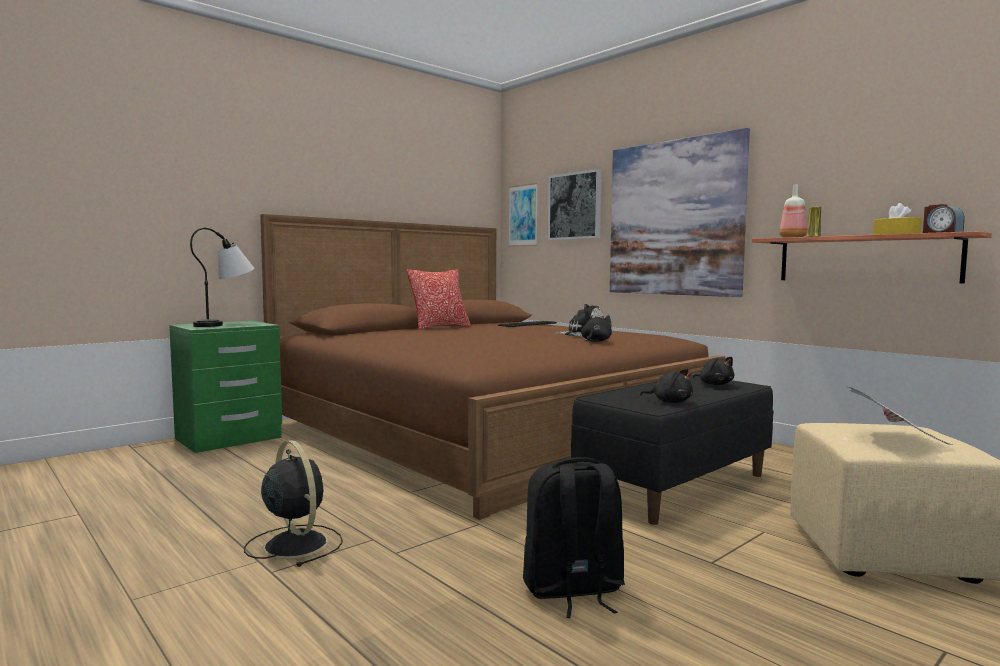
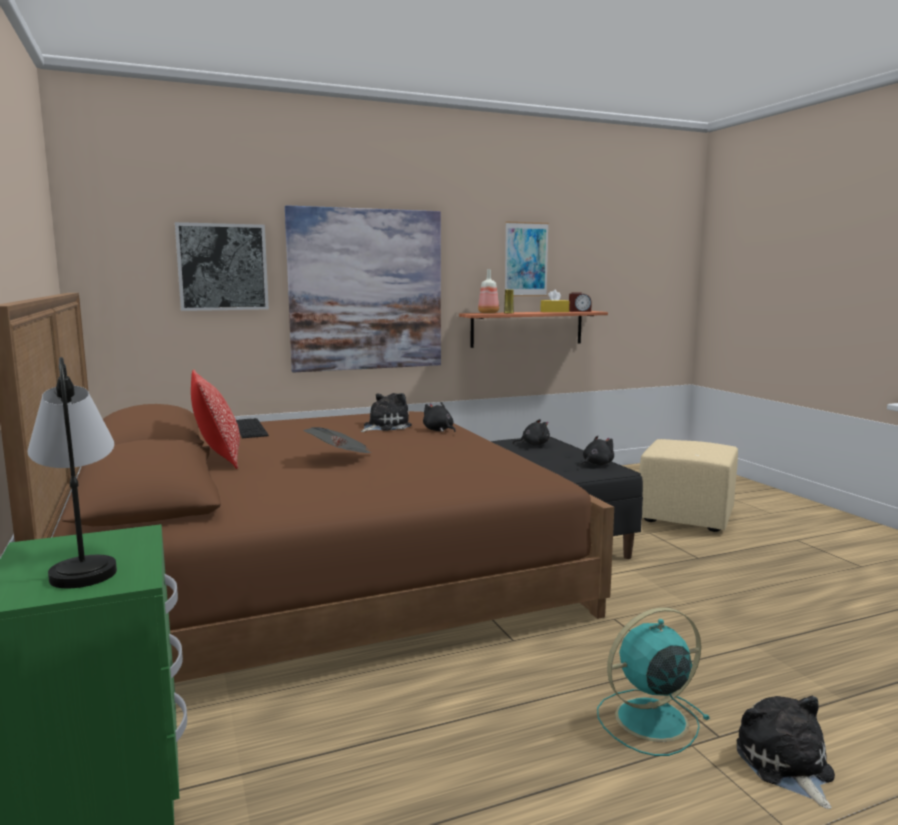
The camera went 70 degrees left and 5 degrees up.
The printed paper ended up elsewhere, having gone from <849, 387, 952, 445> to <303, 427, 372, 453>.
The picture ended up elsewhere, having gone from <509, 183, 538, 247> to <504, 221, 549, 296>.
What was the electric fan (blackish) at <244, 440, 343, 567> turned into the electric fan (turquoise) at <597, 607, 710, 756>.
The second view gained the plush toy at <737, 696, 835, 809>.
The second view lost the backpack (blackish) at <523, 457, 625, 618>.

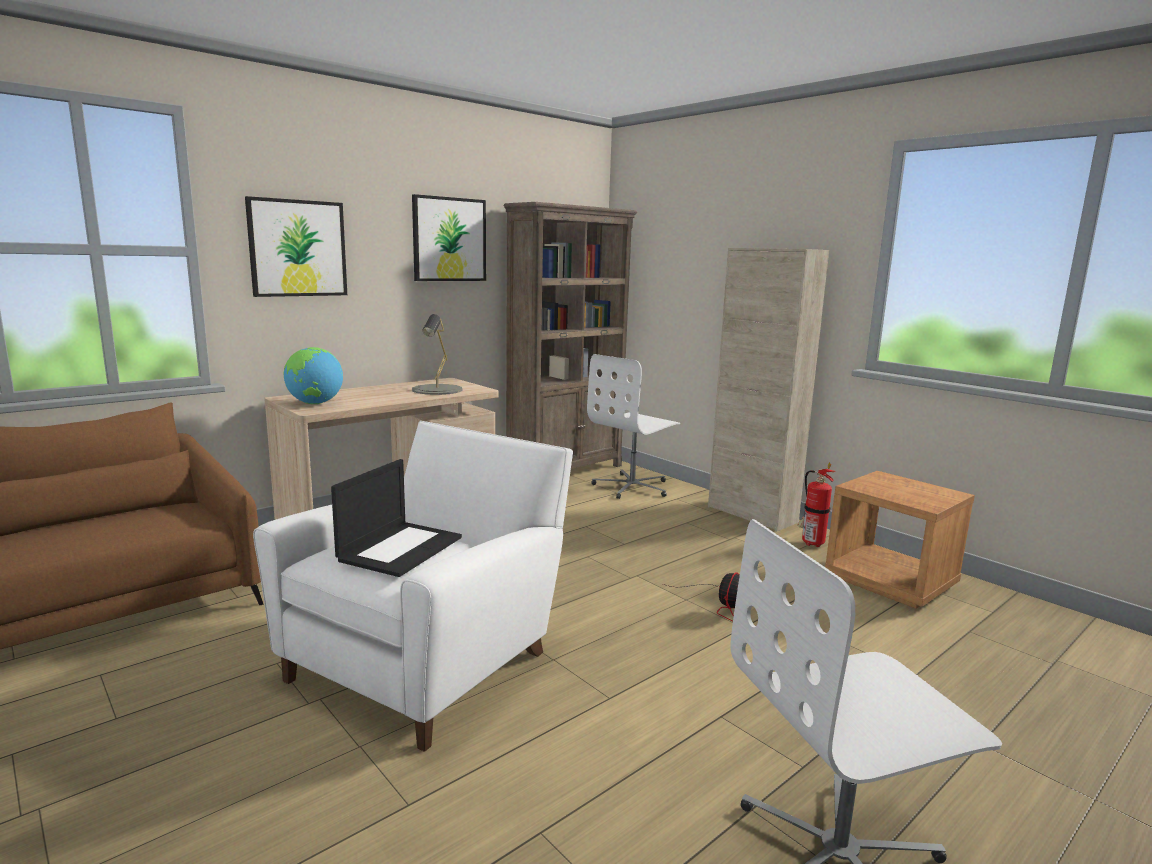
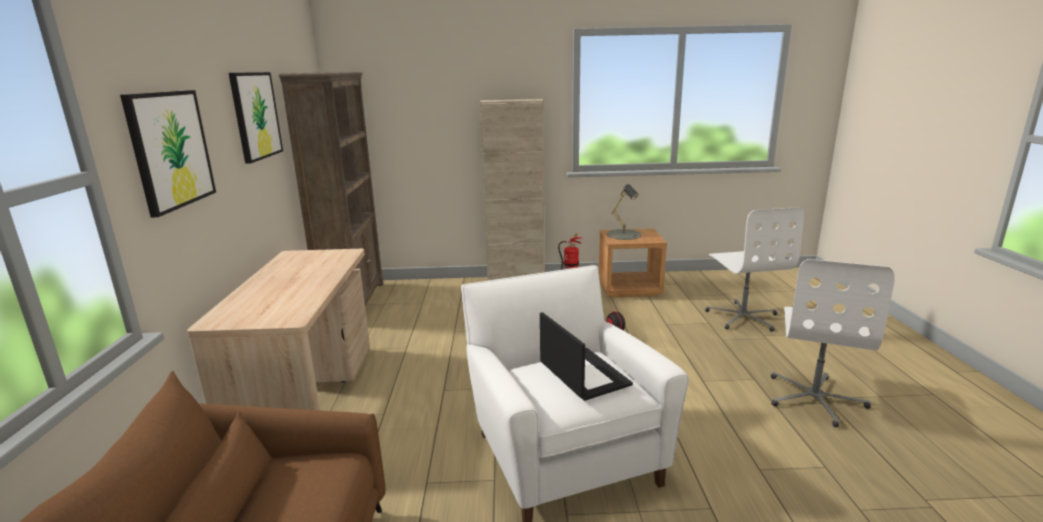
The camera went 50 degrees left and 5 degrees up.
The table lamp (grey) ended up elsewhere, having gone from <412, 314, 463, 395> to <607, 184, 641, 240>.
The computer chair (whitish) ended up elsewhere, having gone from <587, 354, 680, 499> to <705, 207, 804, 332>.
The second view lost the globe at <283, 347, 343, 404>.

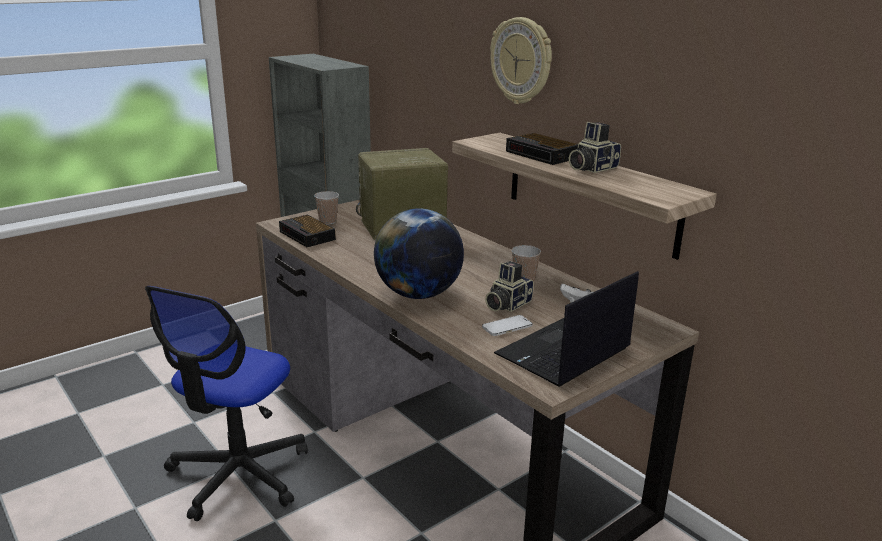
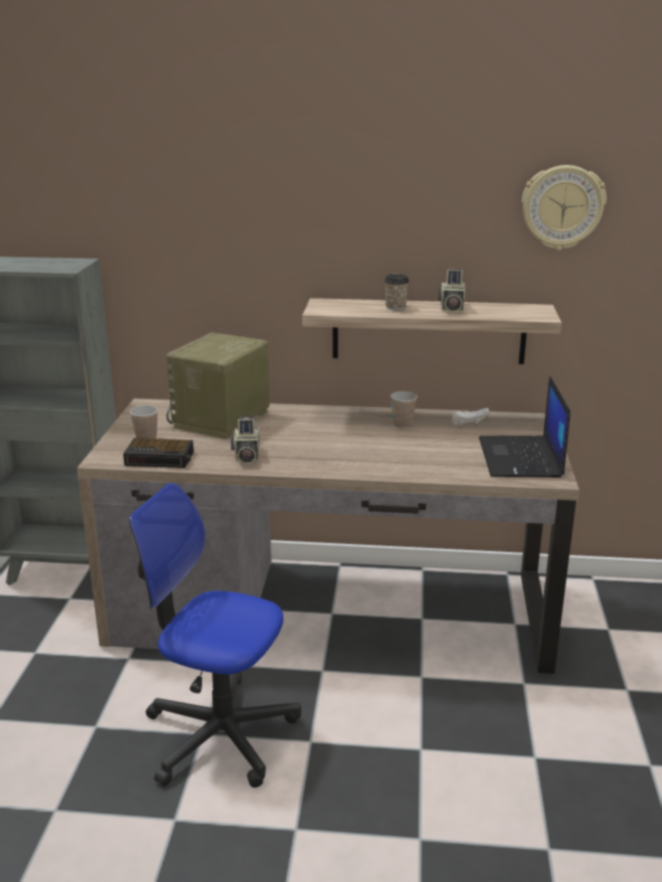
The camera went 45 degrees left and 0 degrees up.
The computer chair at <145, 286, 308, 521> ended up facing another way, 135 degrees clockwise from before.
The photo camera ended up elsewhere, having gone from <485, 261, 534, 312> to <231, 416, 260, 464>.
Where the bedside clock stood at <506, 133, 578, 165>, the small cup came to stand at <384, 274, 409, 310>.
The clock on the wall ended up elsewhere, having gone from <490, 17, 552, 104> to <522, 165, 607, 250>.
The second view lost the globe at <374, 208, 464, 299>.
The second view lost the phone at <482, 315, 533, 336>.

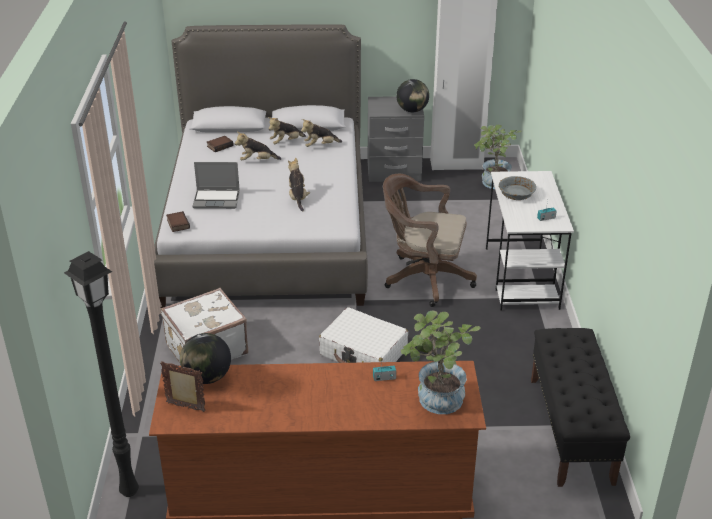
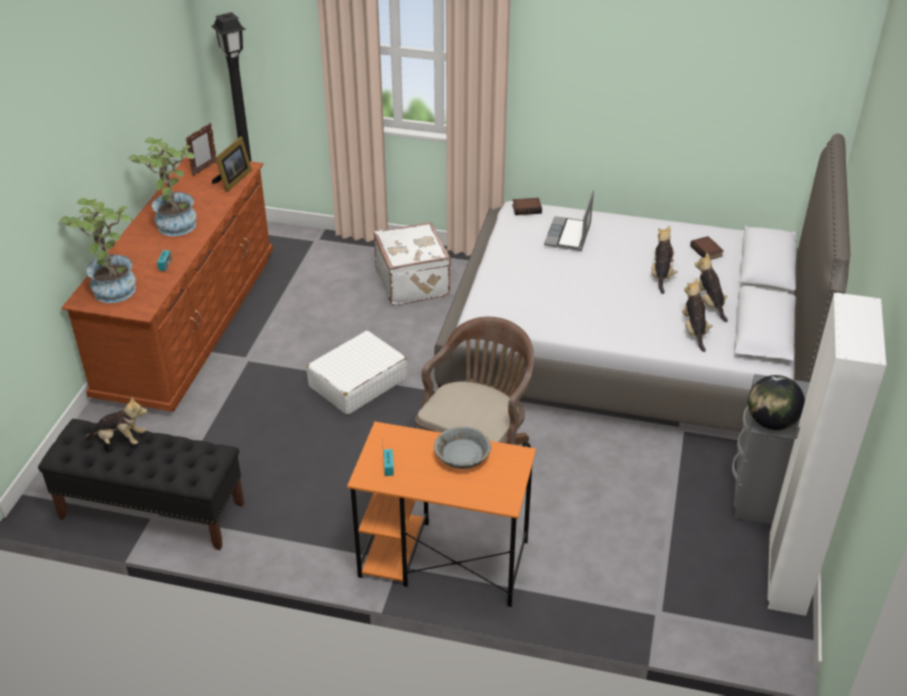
The camera went 105 degrees right and 5 degrees up.
The plush toy ended up elsewhere, having gone from <288, 158, 310, 212> to <84, 397, 148, 444>.
The plant in a pot ended up elsewhere, having gone from <474, 125, 521, 189> to <128, 137, 197, 236>.
Where the globe stood at <180, 333, 231, 384>, the standing frame came to stand at <212, 136, 252, 192>.
What was the desk table (whitish) at <486, 171, 574, 311> turned into the desk table (orange) at <347, 422, 536, 607>.

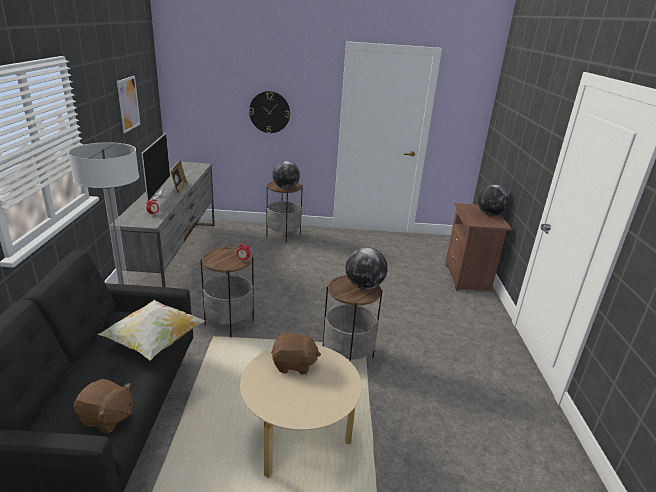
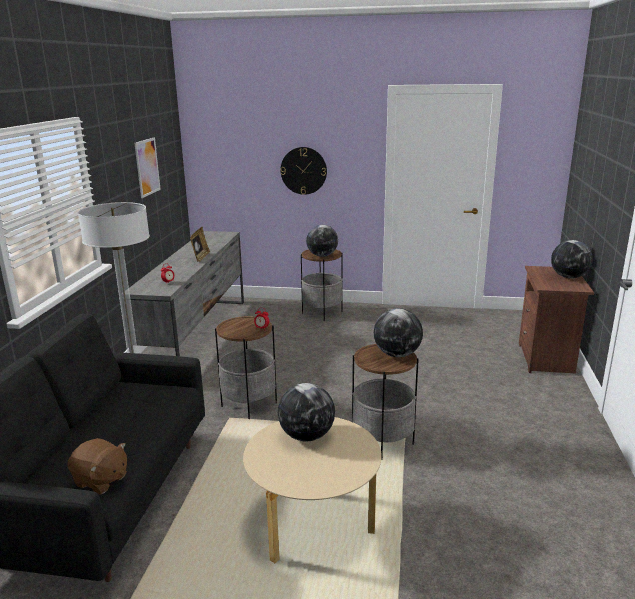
The camera went 10 degrees right and 5 degrees down.
Where the plush toy (brownish) stood at <271, 332, 321, 374>, the globe came to stand at <278, 383, 335, 441>.
The second view lost the cushion at <97, 300, 205, 360>.
The second view lost the TV set at <142, 133, 170, 202>.

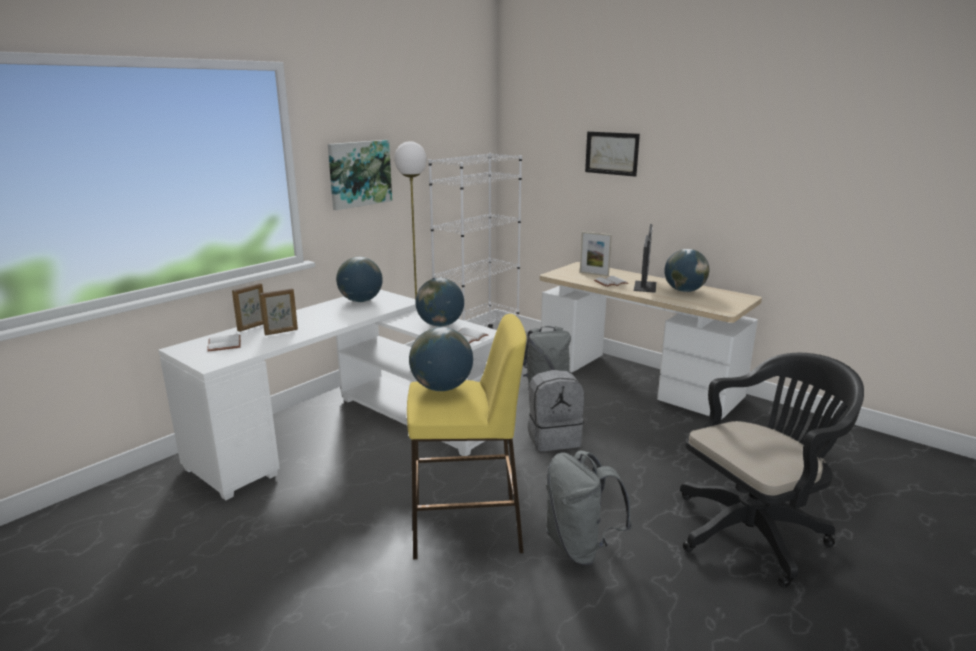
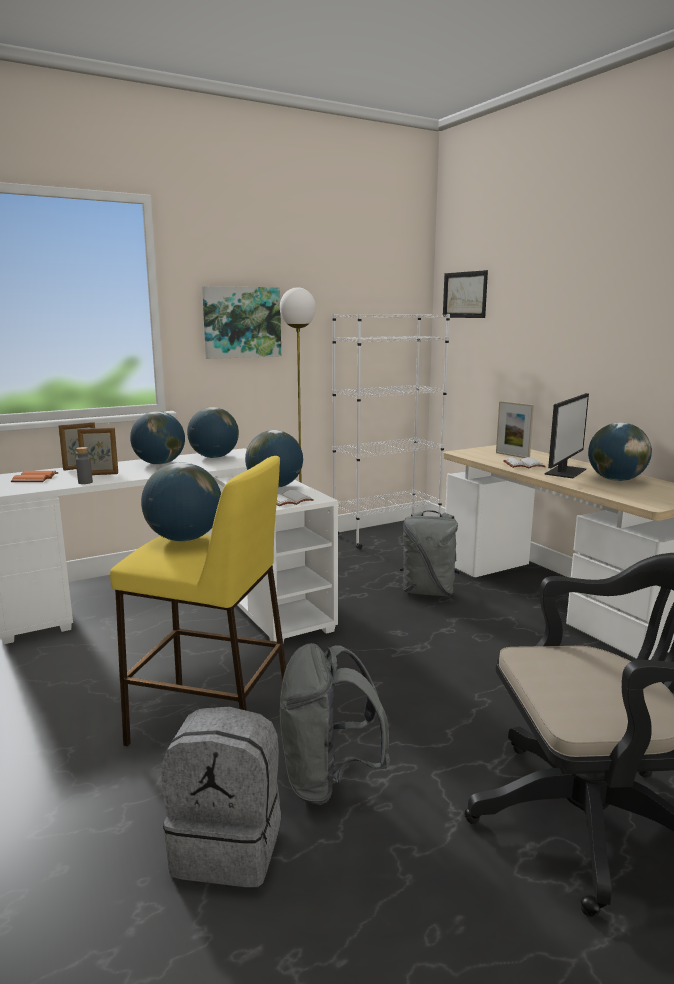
The camera went 20 degrees right and 5 degrees down.
What was the bound book (whitish) at <207, 334, 241, 351> turned into the bound book (orange) at <11, 471, 59, 482>.
The second view gained the beverage bottle (grey) at <76, 447, 93, 484>.
The second view gained the globe at <130, 411, 185, 465>.
The backpack (grey) ended up elsewhere, having gone from <528, 370, 584, 451> to <161, 707, 281, 887>.
The picture ended up elsewhere, having gone from <585, 131, 640, 177> to <443, 270, 488, 318>.

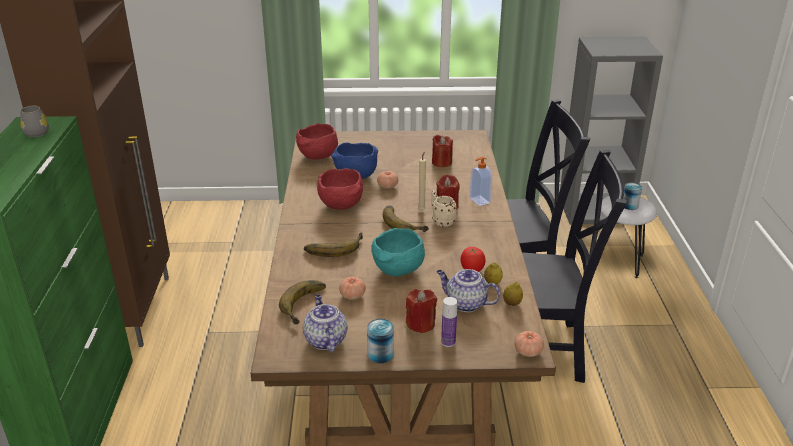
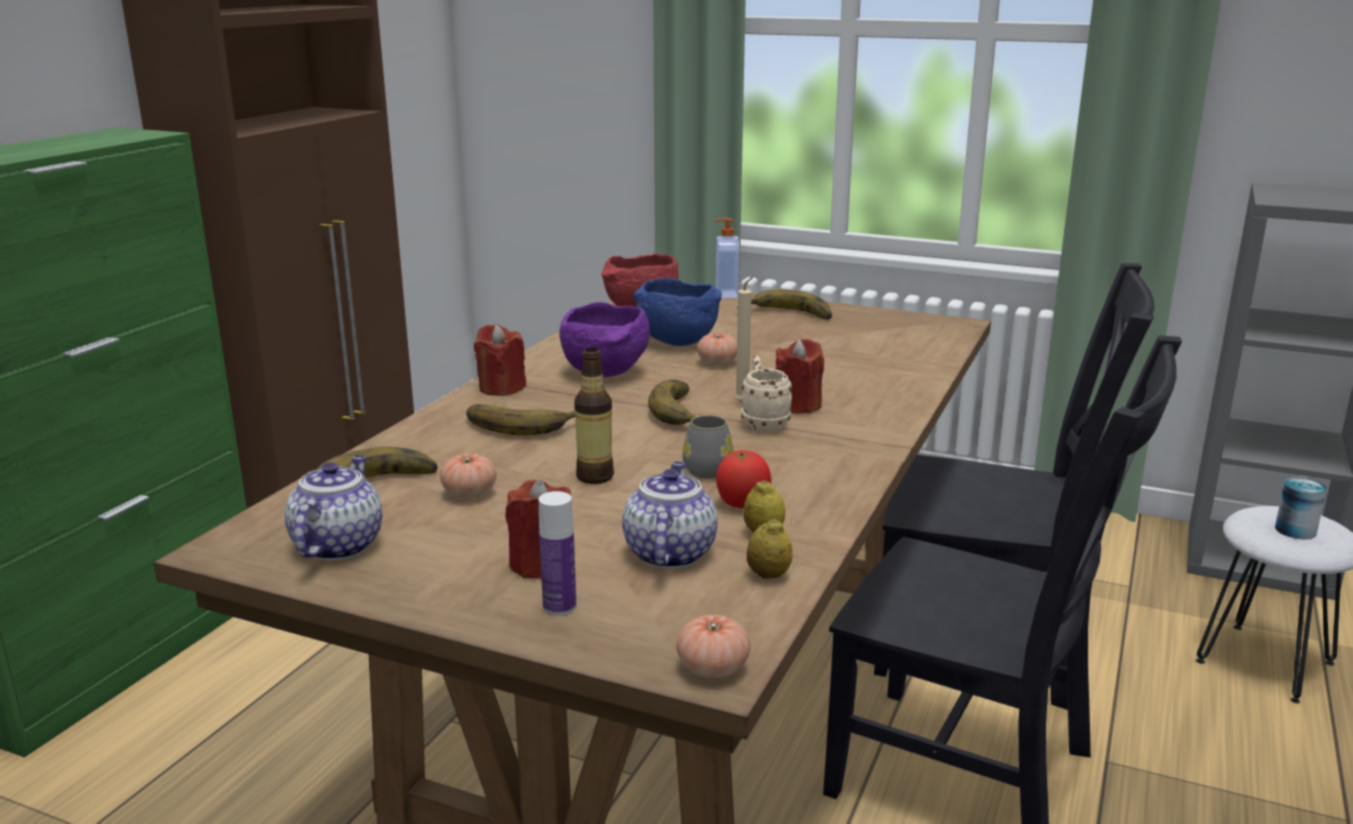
The camera went 25 degrees right and 10 degrees down.
The wax light (red-coloured) ended up elsewhere, having gone from <432, 135, 453, 167> to <474, 324, 526, 396>.
What was the deep dish (red-coloured) at <317, 169, 363, 210> turned into the deep dish (purple) at <559, 302, 650, 377>.
Where the deep dish (turquoise) stood at <371, 228, 425, 277>, the beverage bottle came to stand at <574, 348, 614, 484>.
The pot for tea at <436, 269, 500, 312> ended up facing another way, 45 degrees clockwise from before.
The tea mug (grey) ended up elsewhere, having gone from <20, 106, 49, 137> to <683, 415, 734, 479>.
The soap dispenser ended up elsewhere, having gone from <470, 157, 492, 206> to <715, 218, 739, 298>.
The second view gained the banana at <737, 289, 832, 320>.
The second view lost the metal can at <367, 319, 394, 364>.

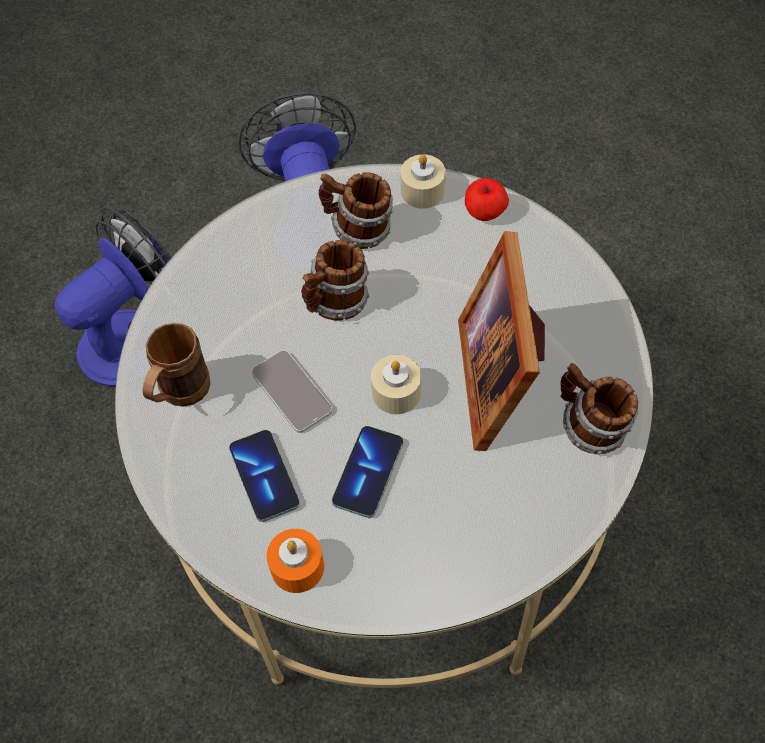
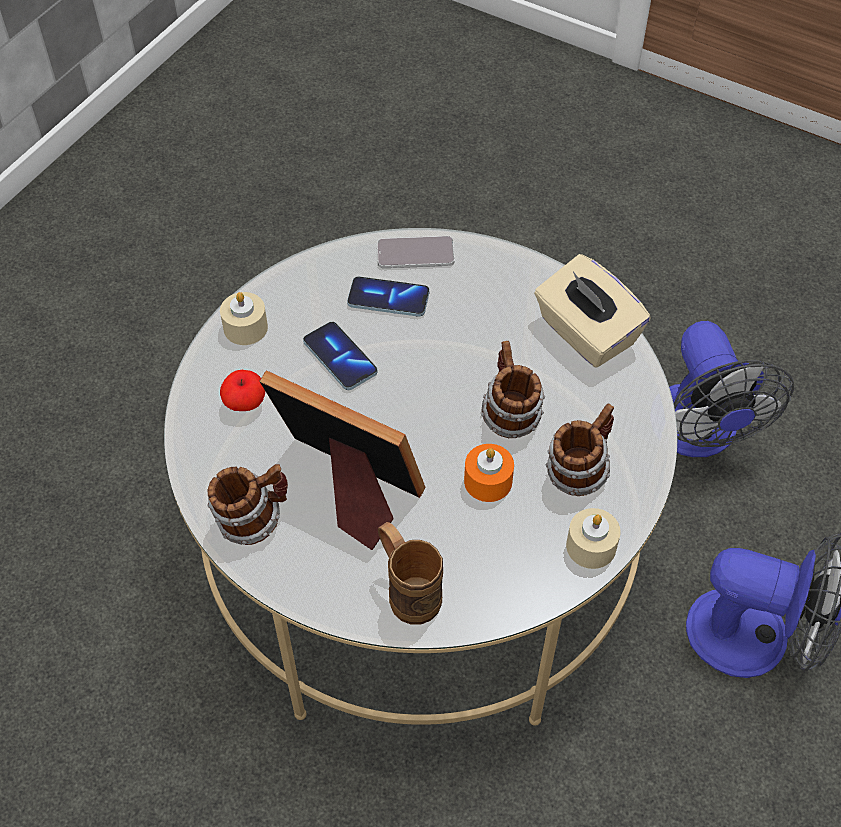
The camera went 120 degrees right and 5 degrees down.
The wax light (beige-coloured) ended up elsewhere, having gone from <371, 355, 421, 414> to <220, 292, 268, 345>.
The whole apple ended up elsewhere, having gone from <465, 178, 509, 221> to <220, 370, 265, 411>.
The phone ended up elsewhere, having gone from <252, 350, 332, 433> to <377, 236, 455, 268>.
The tea mug (brownish) ended up elsewhere, having gone from <143, 323, 210, 406> to <378, 522, 443, 625>.
The wax light (orange) ended up elsewhere, having gone from <267, 529, 324, 593> to <464, 444, 514, 502>.
The second view gained the tissue box (beige-coloured) at <534, 254, 651, 368>.

